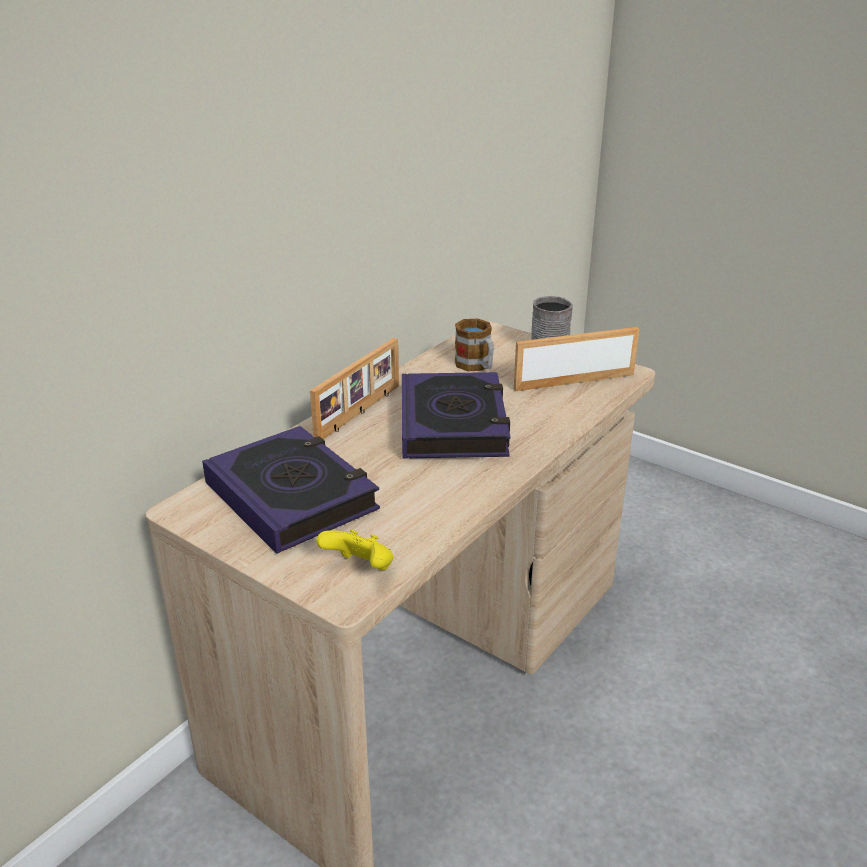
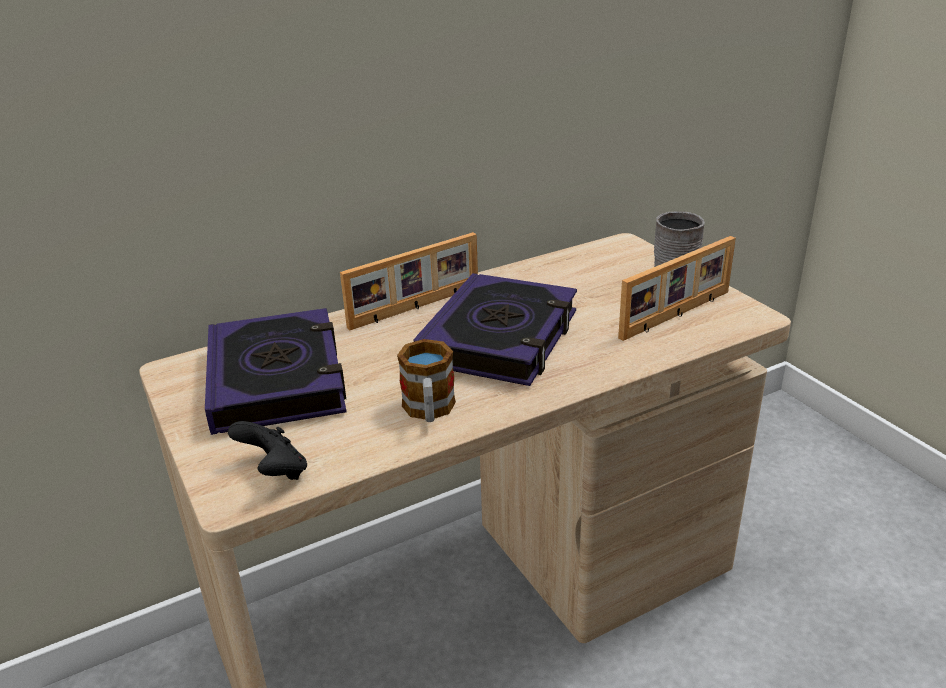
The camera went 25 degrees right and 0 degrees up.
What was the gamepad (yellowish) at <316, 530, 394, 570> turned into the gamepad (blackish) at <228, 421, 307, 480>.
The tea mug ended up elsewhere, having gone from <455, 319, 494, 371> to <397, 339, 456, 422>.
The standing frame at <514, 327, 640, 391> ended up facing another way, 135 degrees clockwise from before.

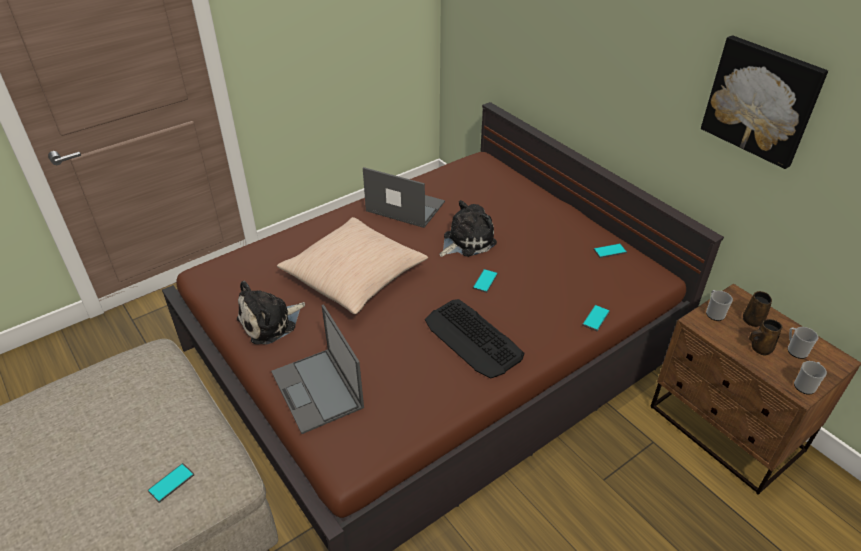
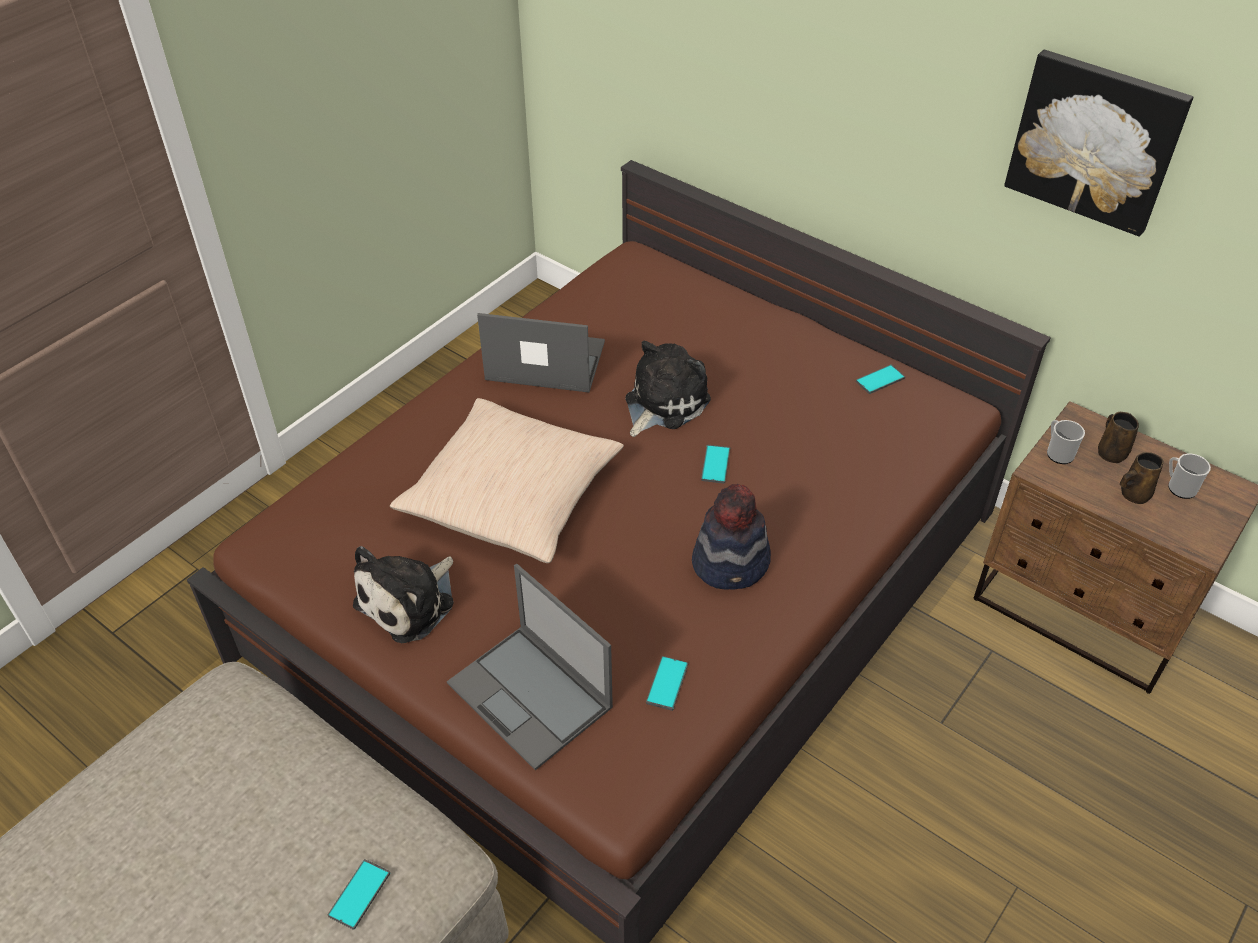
The camera went 15 degrees left and 5 degrees up.
The phone ended up elsewhere, having gone from <582, 305, 610, 331> to <646, 656, 688, 711>.
Where the PC keyboard stood at <425, 299, 524, 379>, the clothing hat came to stand at <692, 484, 771, 590>.
The second view lost the tea mug at <794, 361, 827, 394>.

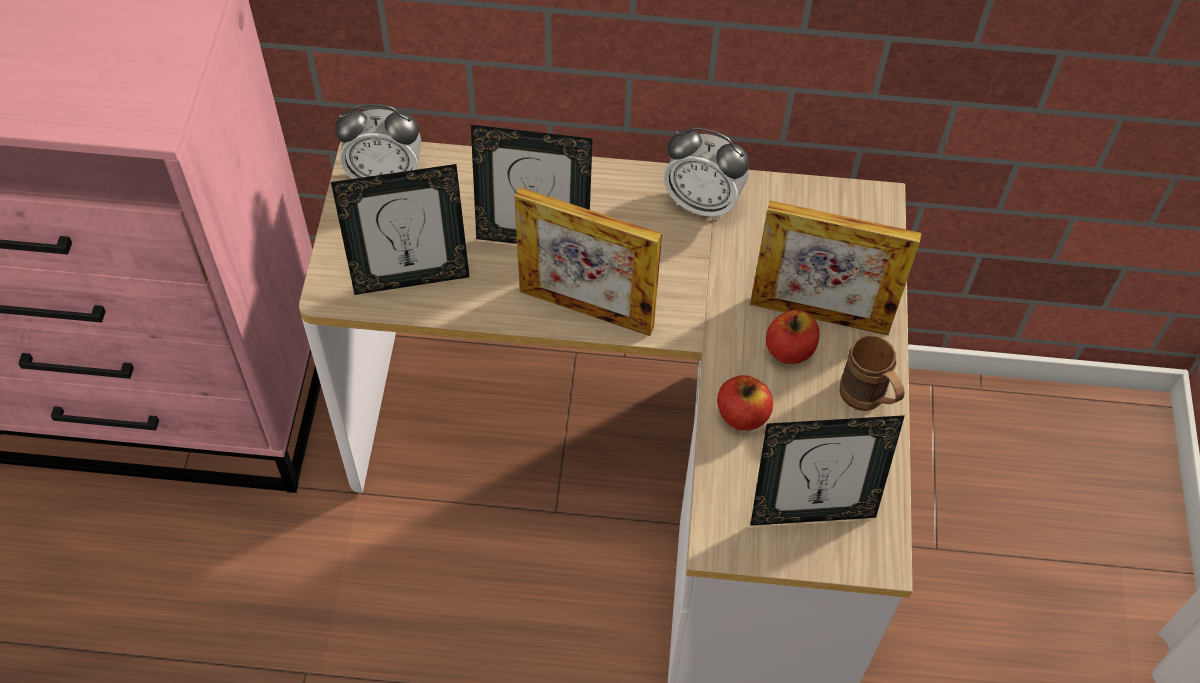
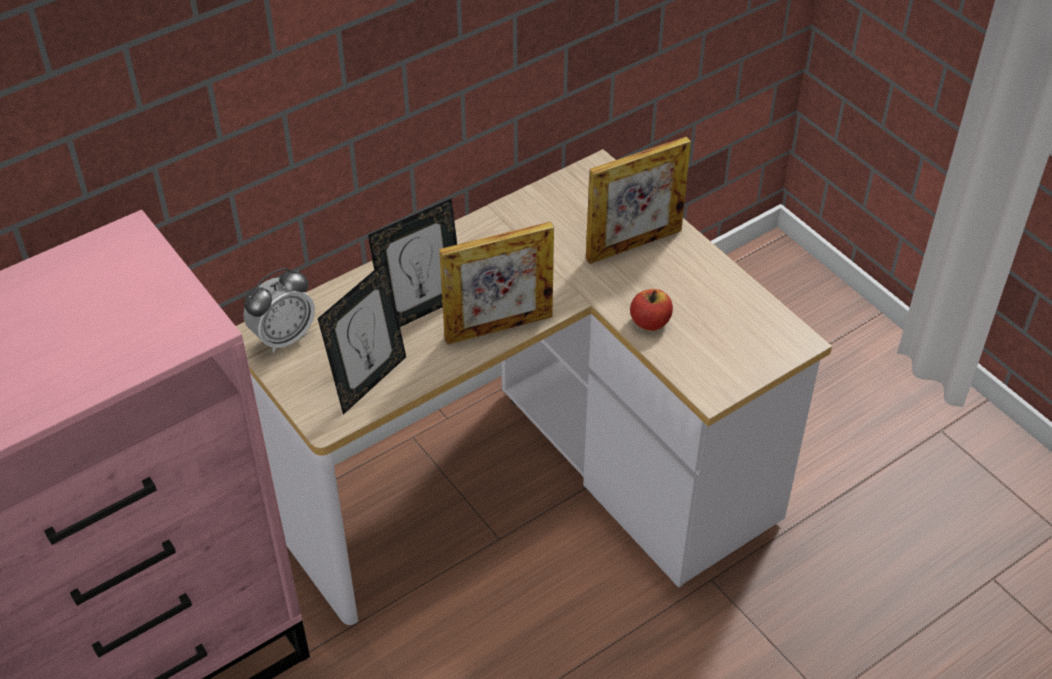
The camera went 40 degrees left and 10 degrees down.
The second view lost the bedside clock at <664, 127, 749, 220>.
The second view lost the standing frame at <750, 415, 905, 526>.
The second view lost the whole apple at <766, 310, 820, 364>.
The second view lost the tea mug (brownish) at <840, 335, 905, 411>.

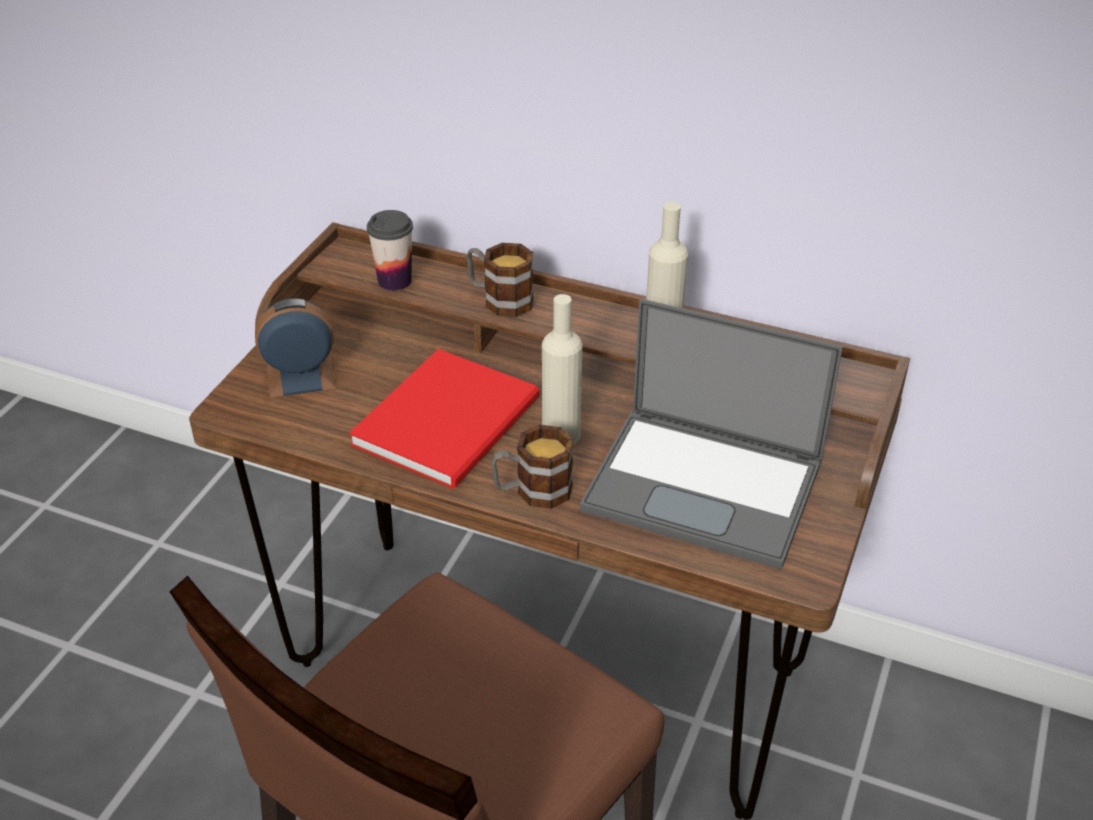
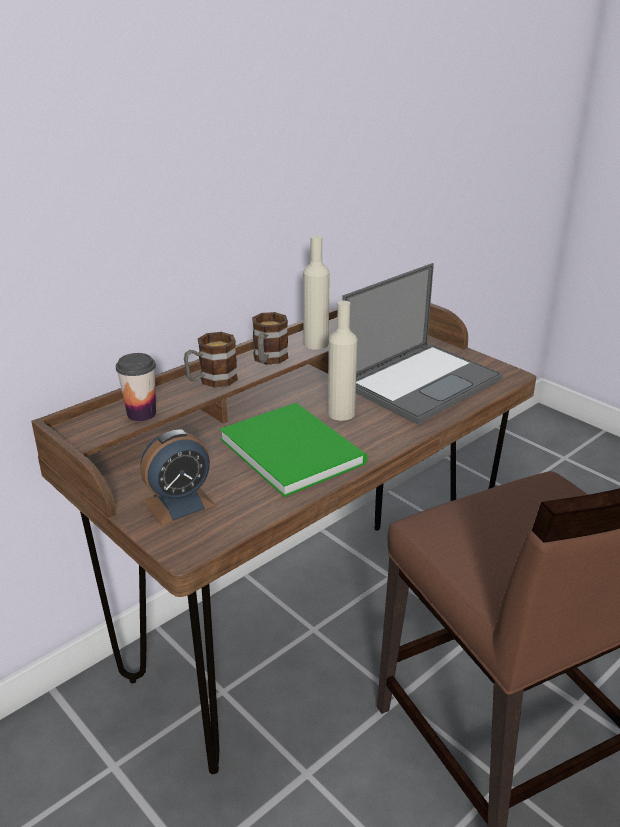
The camera went 65 degrees left and 10 degrees down.
The bedside clock at <255, 299, 336, 398> ended up facing another way, 135 degrees counterclockwise from before.
What was the bound book (red-coloured) at <349, 349, 539, 489> turned into the bound book (green-coloured) at <220, 403, 367, 497>.
The tea mug ended up elsewhere, having gone from <491, 424, 573, 509> to <252, 312, 288, 364>.

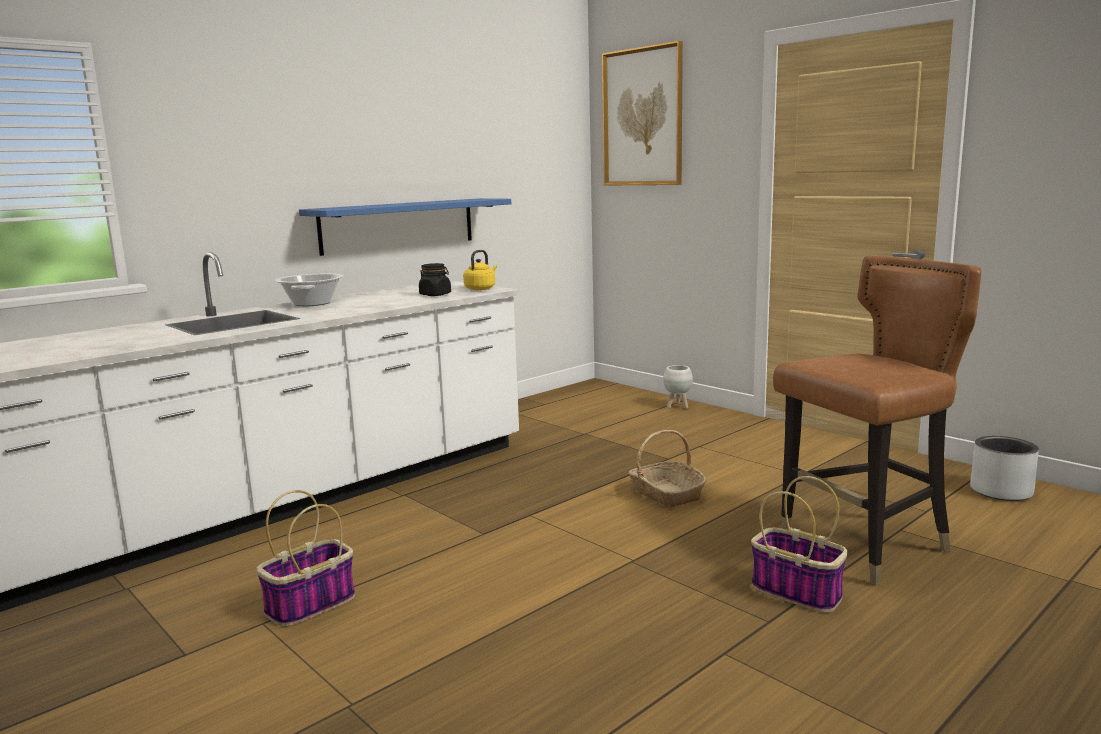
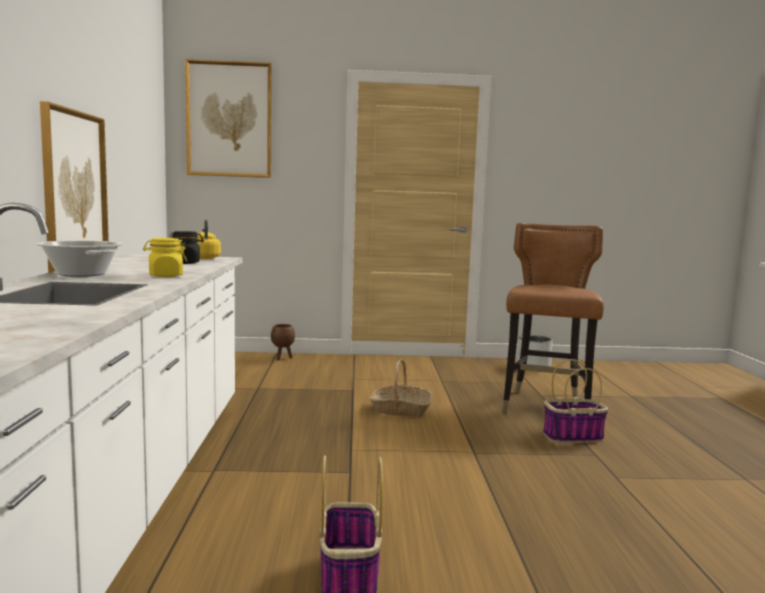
The camera went 50 degrees left and 5 degrees down.
Where the shelf (bluish) hung at <299, 198, 511, 256>, the picture came to hang at <40, 101, 109, 273>.
The second view gained the storage jar (yellowish) at <143, 238, 187, 277>.
What was the planter (whitish) at <663, 365, 693, 409> turned into the planter (brownish) at <271, 324, 295, 360>.

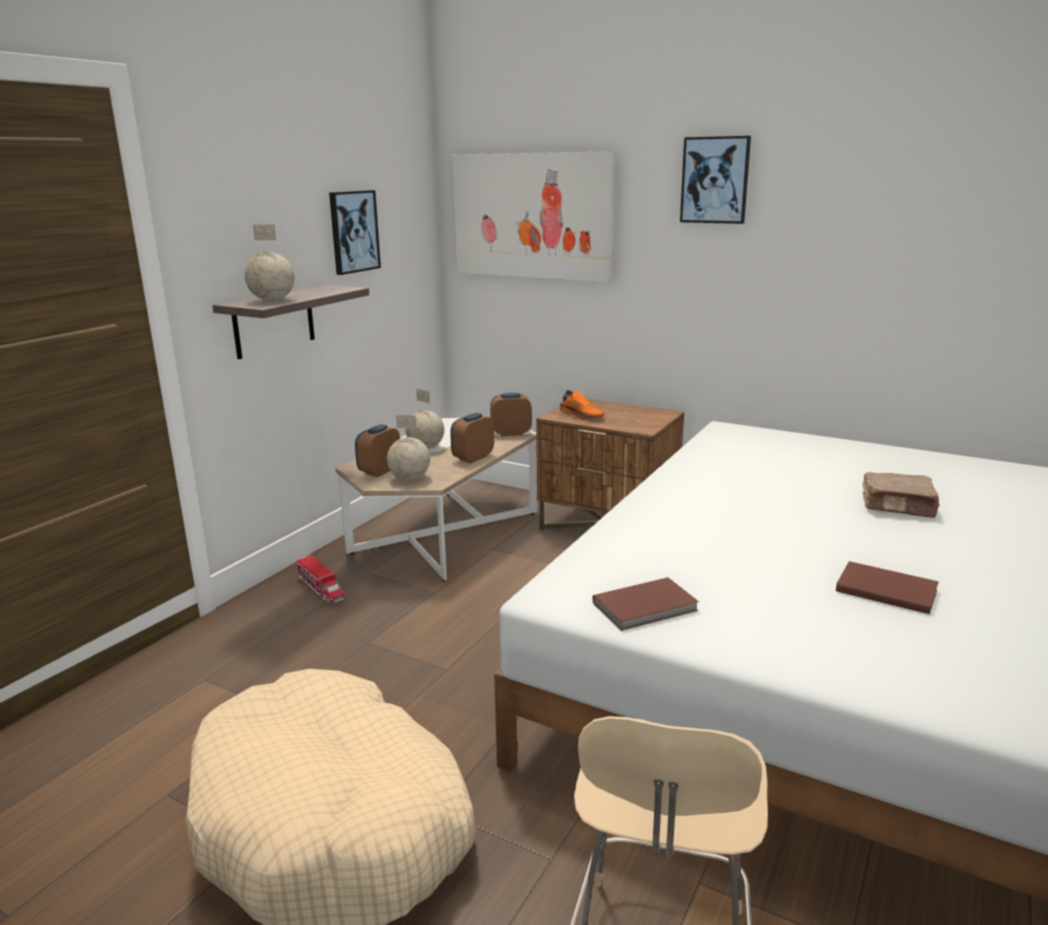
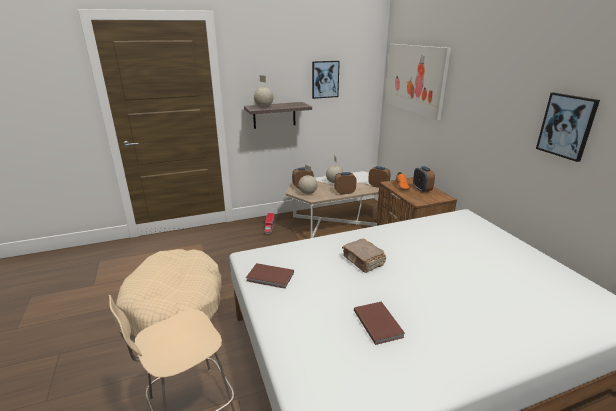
The camera went 40 degrees right and 5 degrees up.
The bound book (brownish) ended up elsewhere, having gone from <862, 472, 940, 518> to <342, 239, 386, 273>.
The second view gained the bedside clock at <413, 166, 435, 192>.
The picture ended up elsewhere, having gone from <680, 136, 751, 224> to <536, 92, 600, 162>.

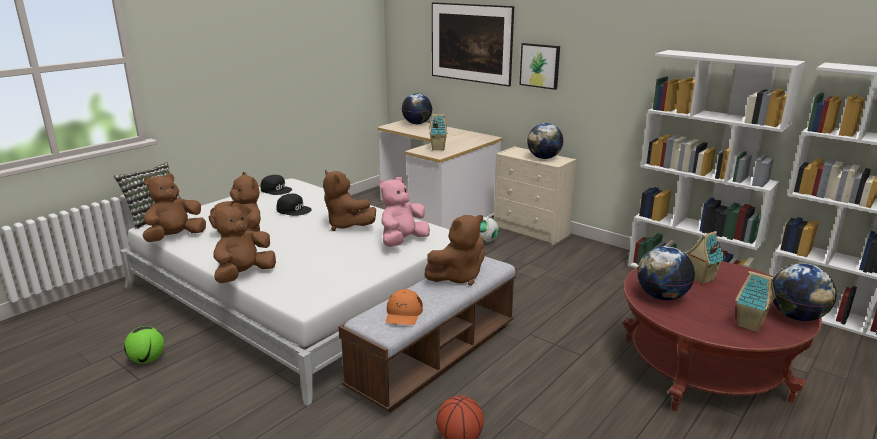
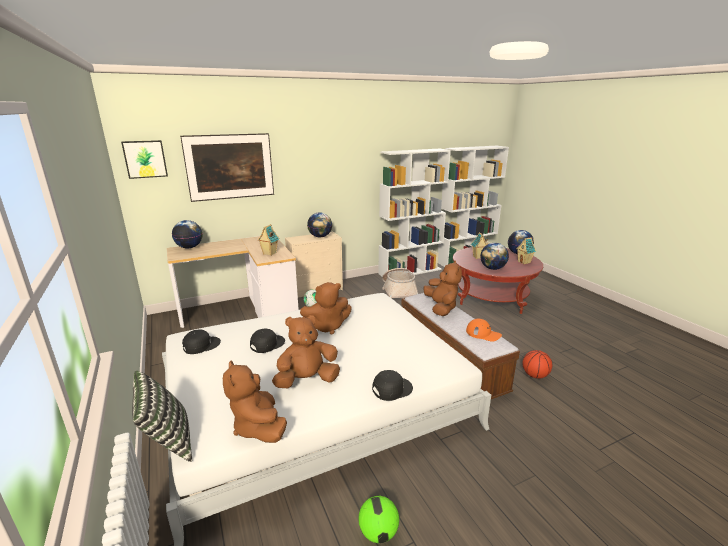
The camera went 65 degrees left and 0 degrees up.
The picture ended up elsewhere, having gone from <519, 43, 560, 90> to <121, 140, 168, 179>.
Where the plush toy (brownish) stood at <210, 203, 276, 283>, the baseball cap (blackish) came to stand at <372, 370, 413, 401>.
The second view gained the basket at <382, 268, 418, 298>.
The second view lost the plush toy (pink-coloured) at <379, 177, 430, 247>.

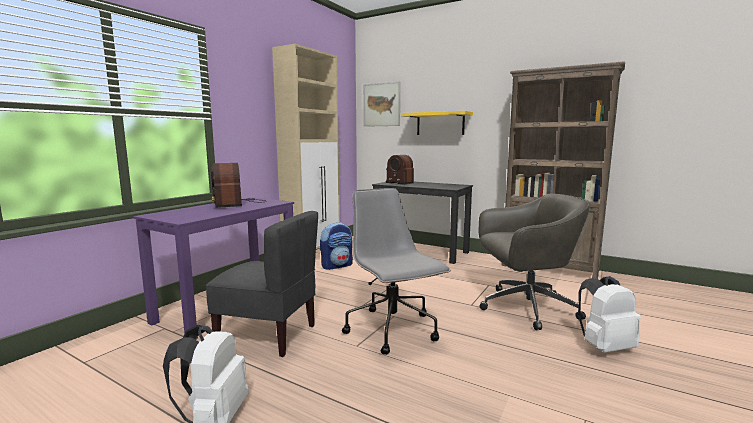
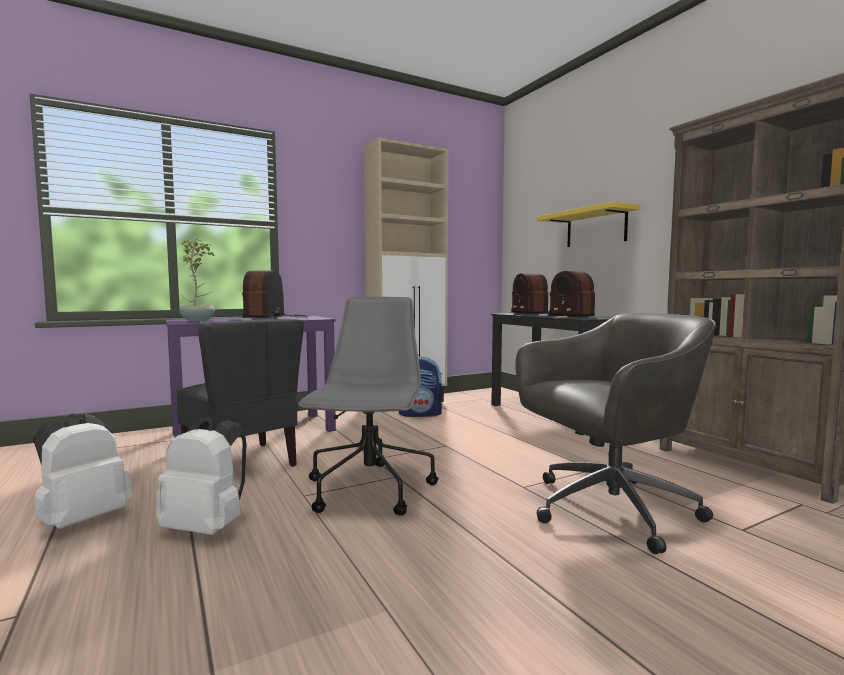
The camera went 30 degrees right and 5 degrees down.
The backpack (whitish) ended up elsewhere, having gone from <578, 276, 641, 353> to <156, 417, 247, 535>.
The second view gained the plant in a pot at <179, 239, 215, 321>.
The computer chair (grey) at <478, 194, 590, 330> ended up facing another way, 45 degrees counterclockwise from before.
The second view gained the radio receiver at <548, 271, 595, 317>.
The second view lost the picture at <363, 82, 400, 127>.

